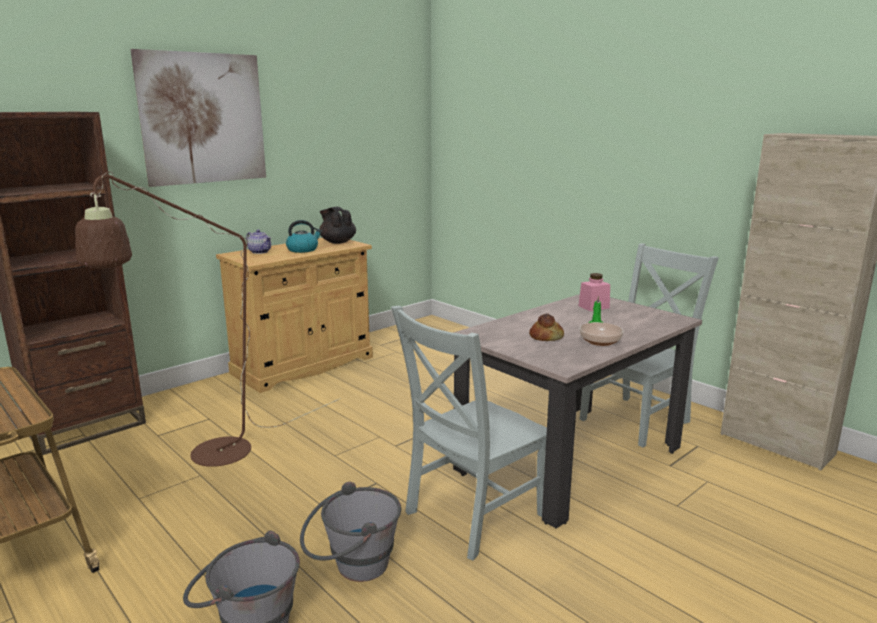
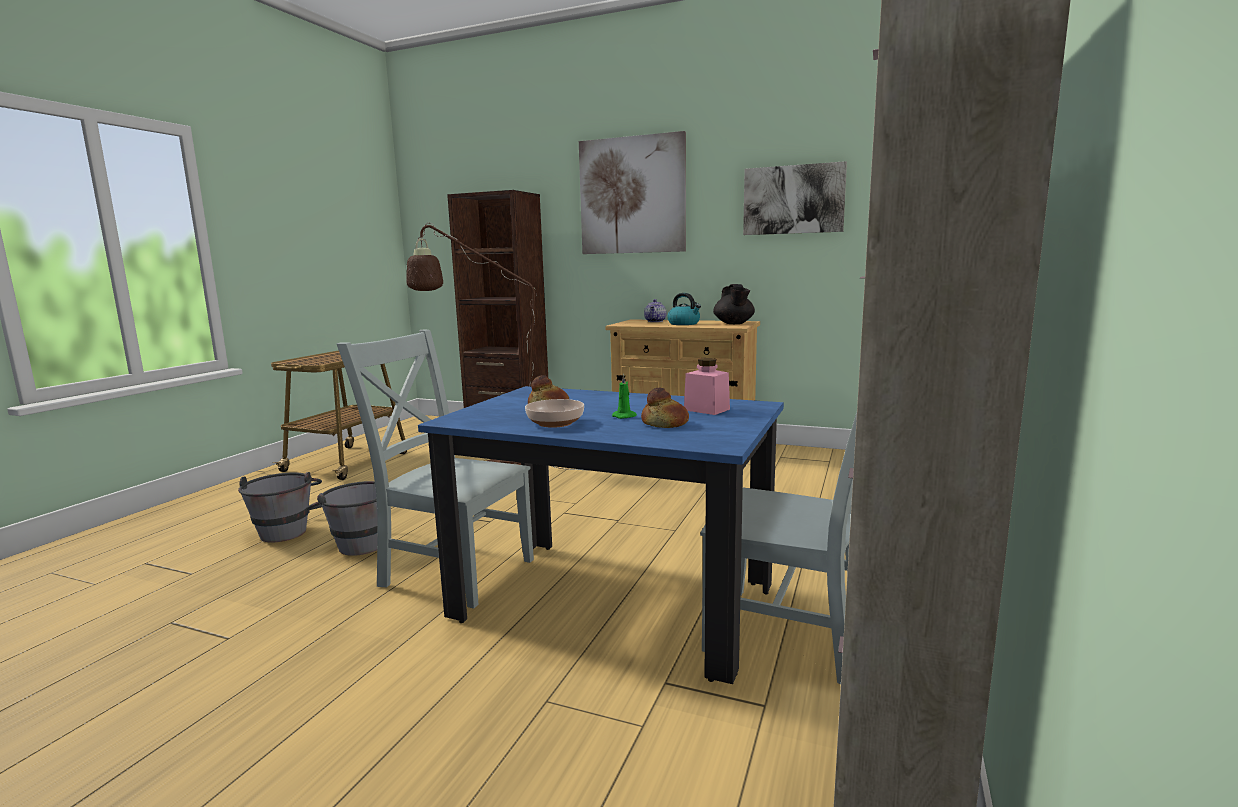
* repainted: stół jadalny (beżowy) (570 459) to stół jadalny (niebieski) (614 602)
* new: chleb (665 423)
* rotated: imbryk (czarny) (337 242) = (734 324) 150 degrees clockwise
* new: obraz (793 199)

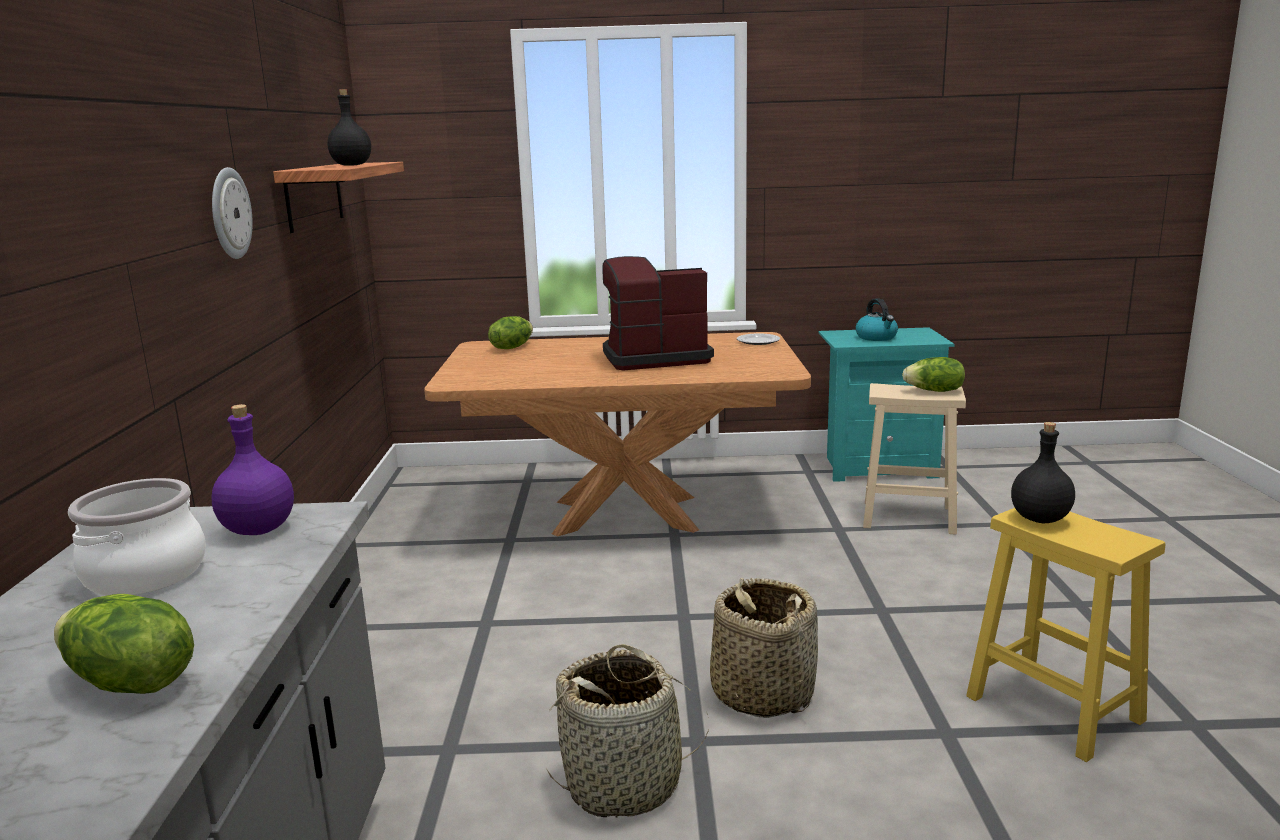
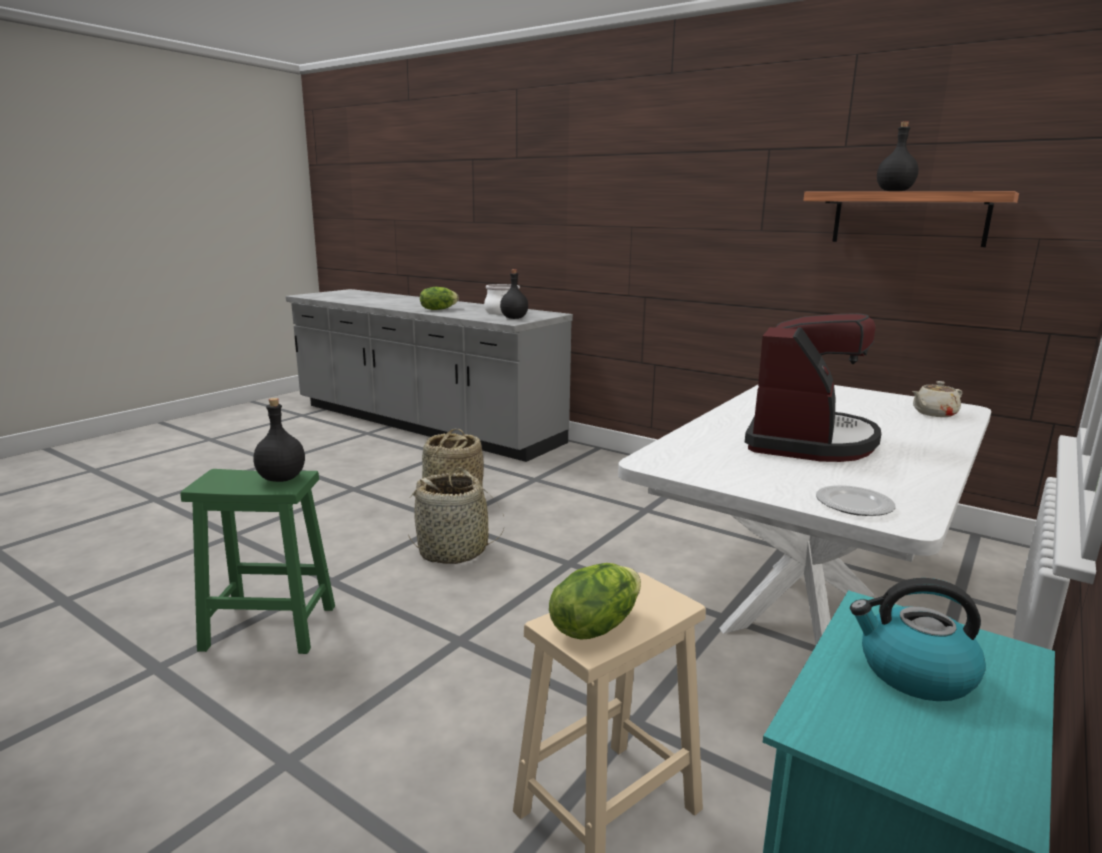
* repainted: stołek (żółty) (1056 710) to stołek (zielony) (267 628)
* repainted: butelka (fioletowy) (259 530) to butelka (czarny) (513 318)
* repainted: stół jadalny (brązowy) (624 515) to stół jadalny (biały) (802 611)
* swapped: sałata (511 347) to imbryk (beżowy) (933 413)
* gone: zegar ścienny (229 213)

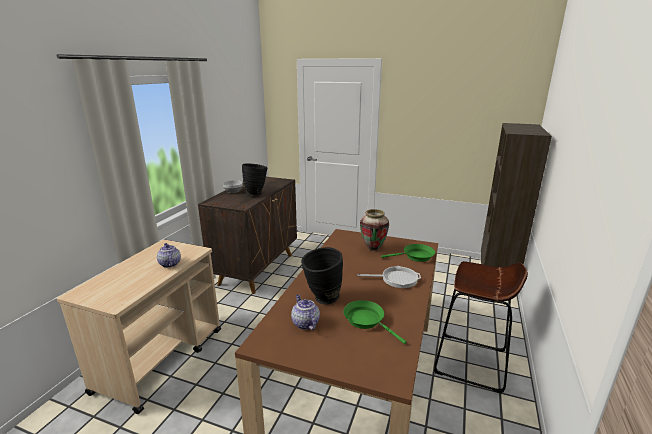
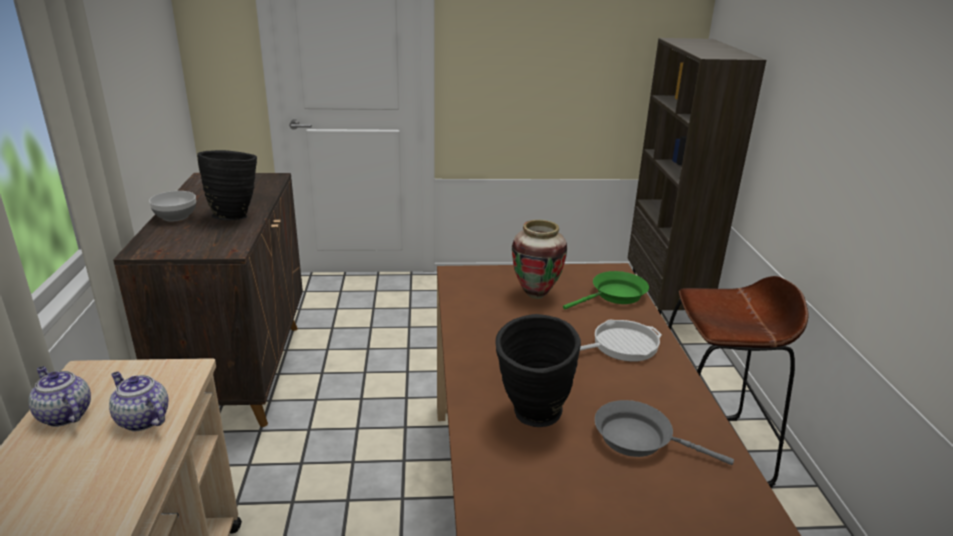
* shifted: imbryk (305 323) to (64 415)
* repainted: patelnia (zielony) (366 321) to patelnia (szary) (639 439)

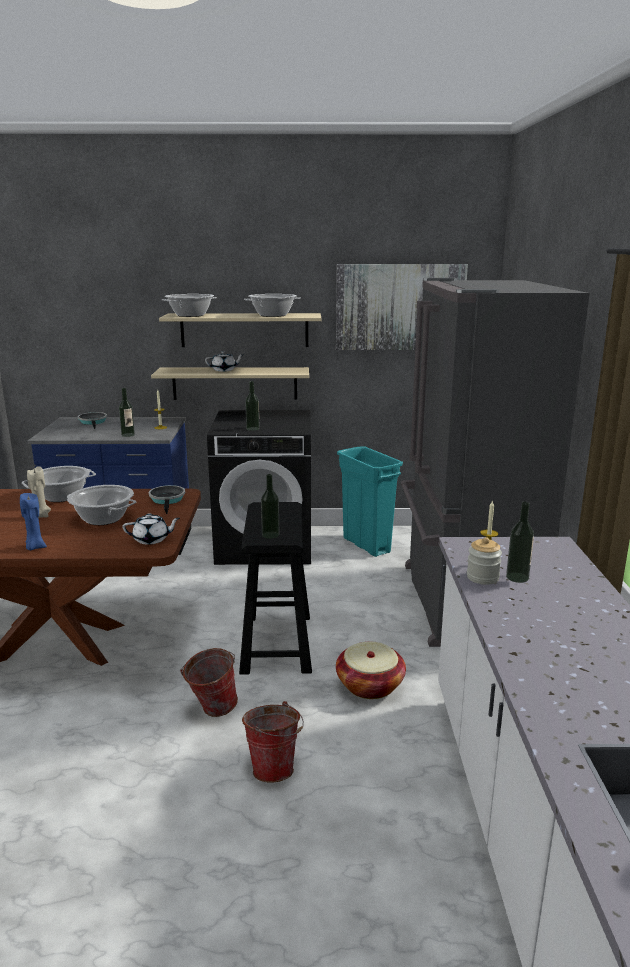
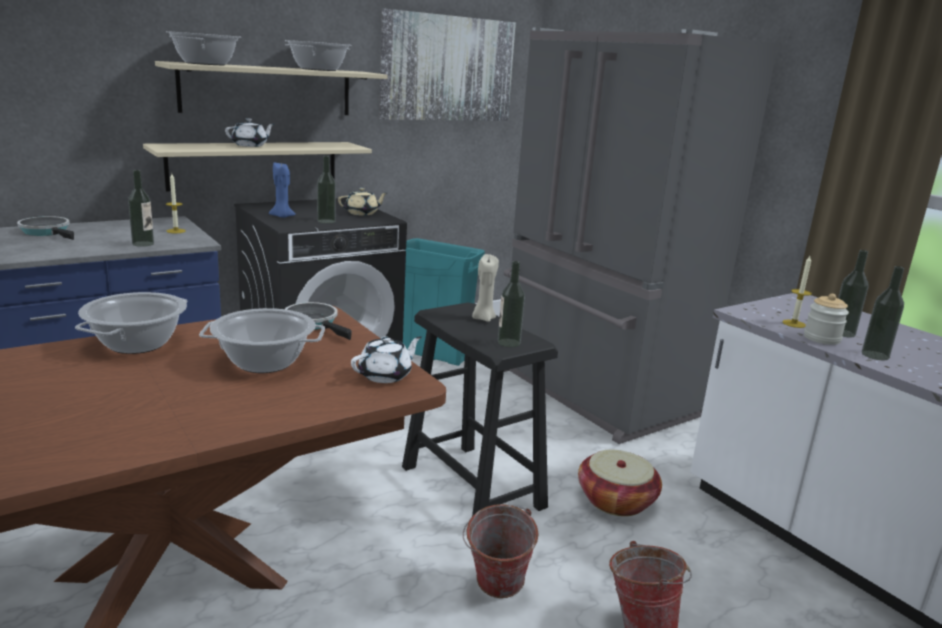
* shifted: świeca (niebieski) (35 547) to (282 216)
* new: imbryk (beżowy) (362 213)
* shifted: świeca (beżowy) (40 516) to (483 318)
* new: butelka (875 355)

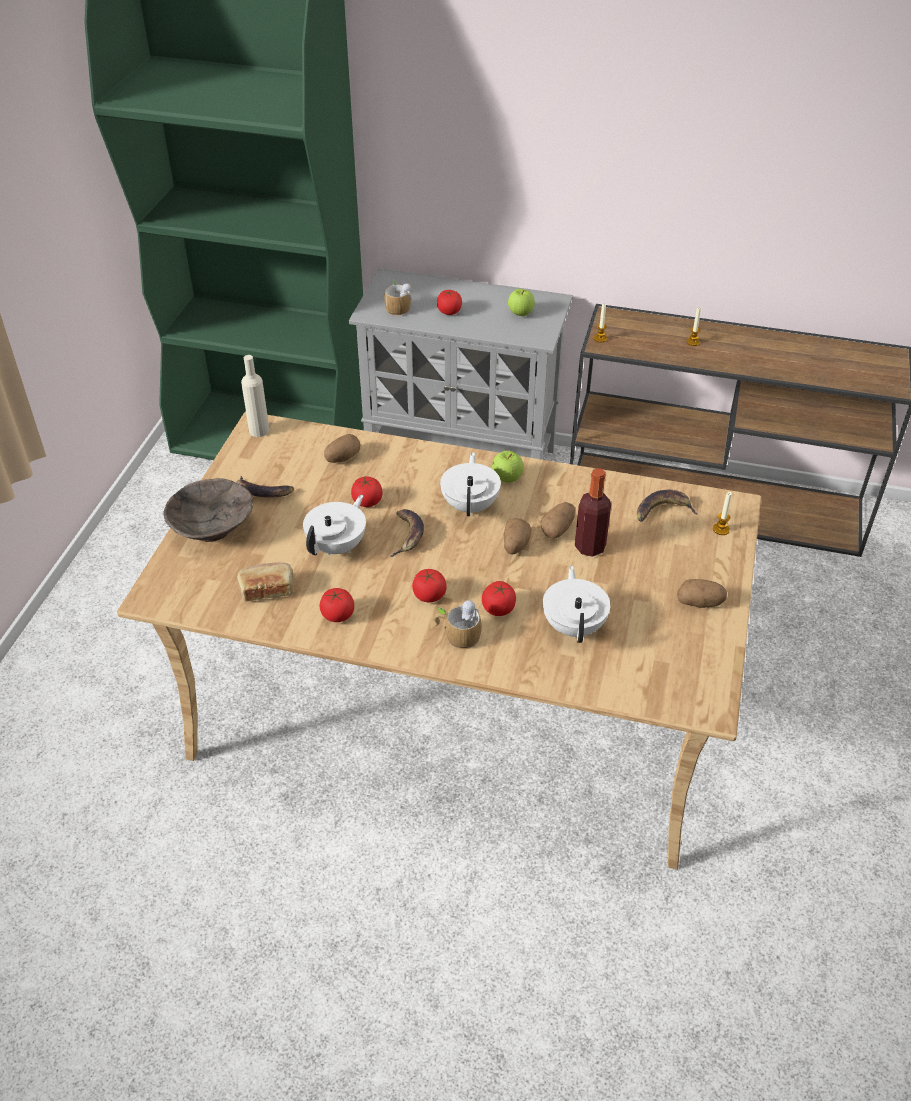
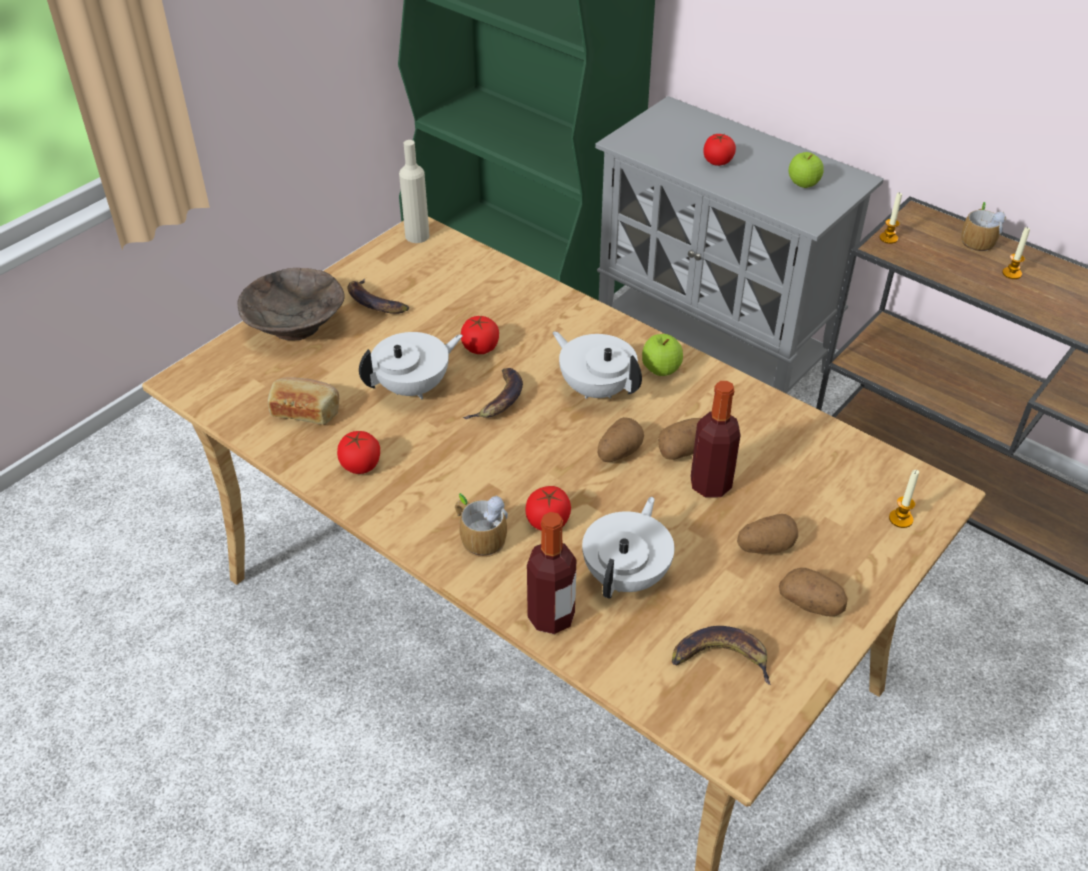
* new: butelka (551 617)
* rotated: imbryk (biały) (470 505) = (596 388) 75 degrees counterclockwise
* shifted: banan (663 510) to (721 658)
* shifted: ziemniak (342 458) to (765 547)
* shifted: kubek (397 306) to (977 239)
* gone: pomidor (429 595)

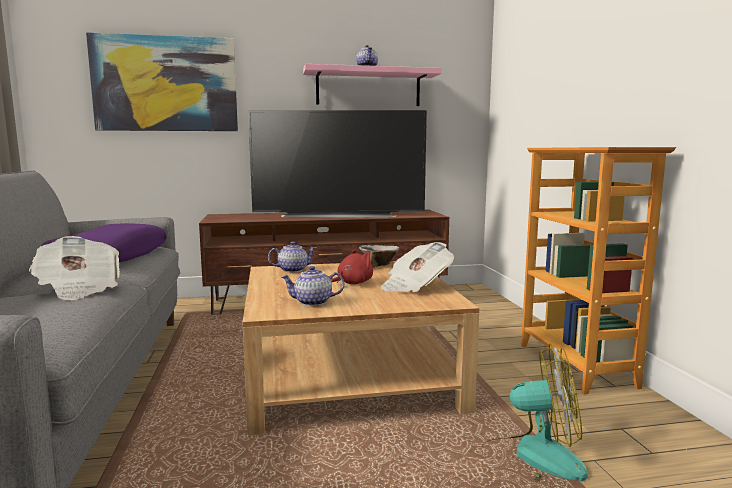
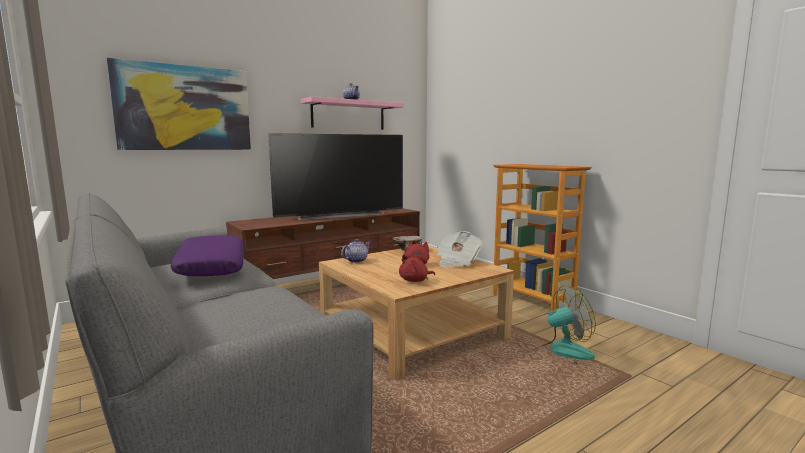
* swapped: imbryk (312 302) to pluszak (czerwony) (415 281)
* gone: gazeta (79 289)

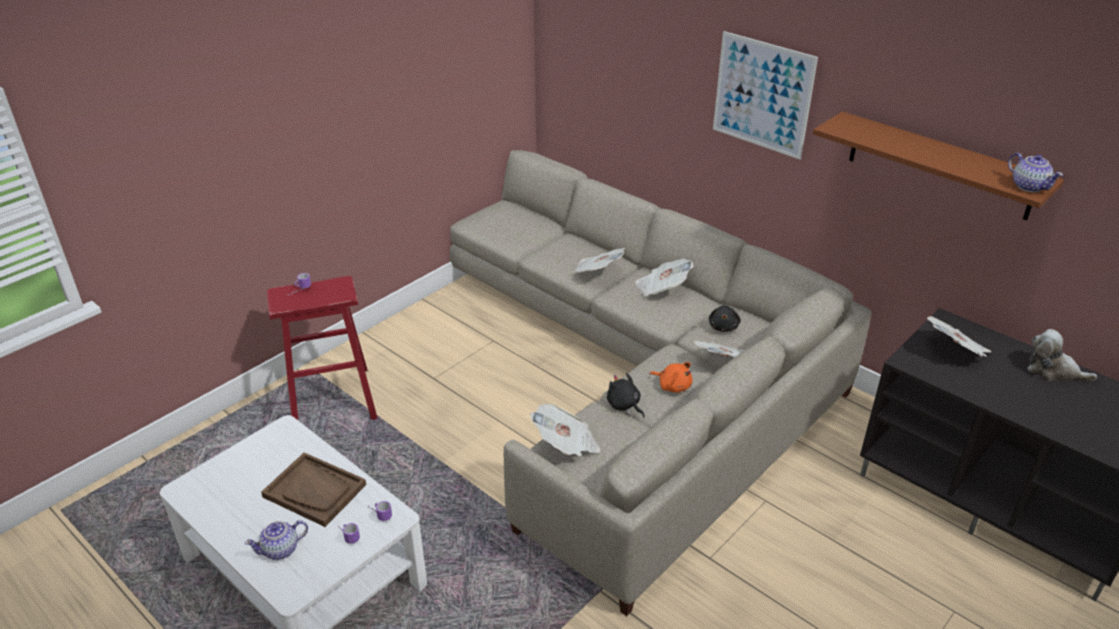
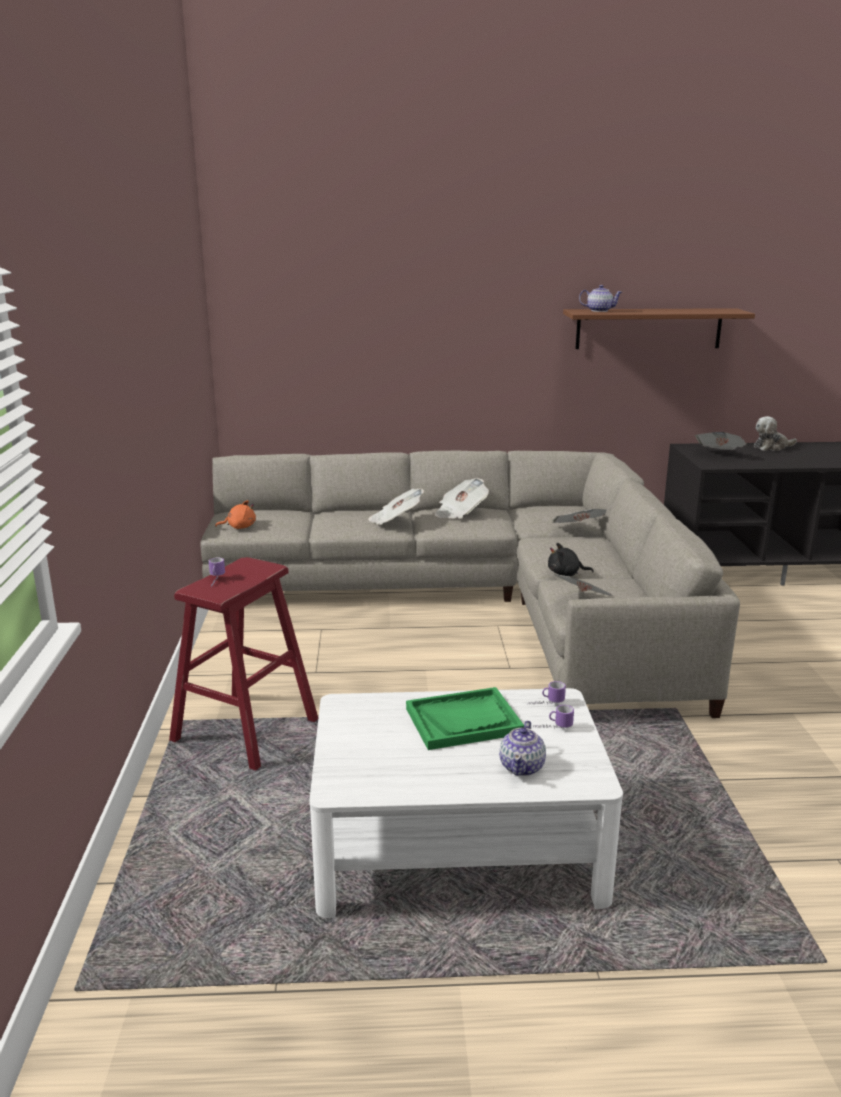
* shifted: pluszak (pomarańczowy) (673 386) to (239 527)
* repainted: taca (brązowy) (315 491) to taca (zielony) (463 721)
* shifted: imbryk (1028 186) to (599 310)
* gone: pluszak (czarny) (723 327)
* gone: obraz (762 95)

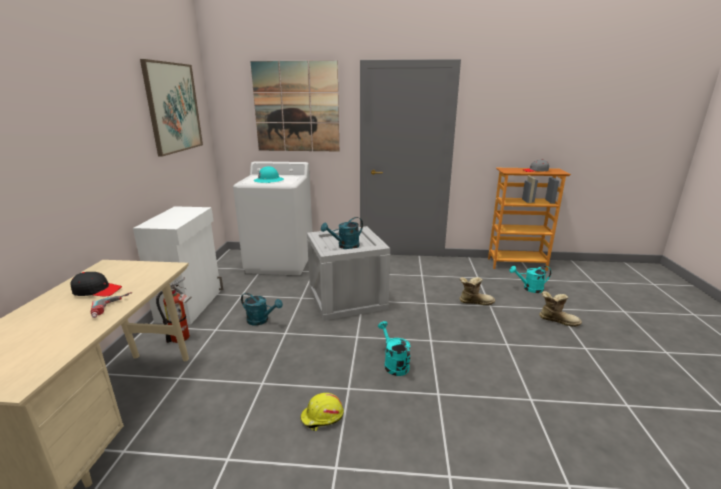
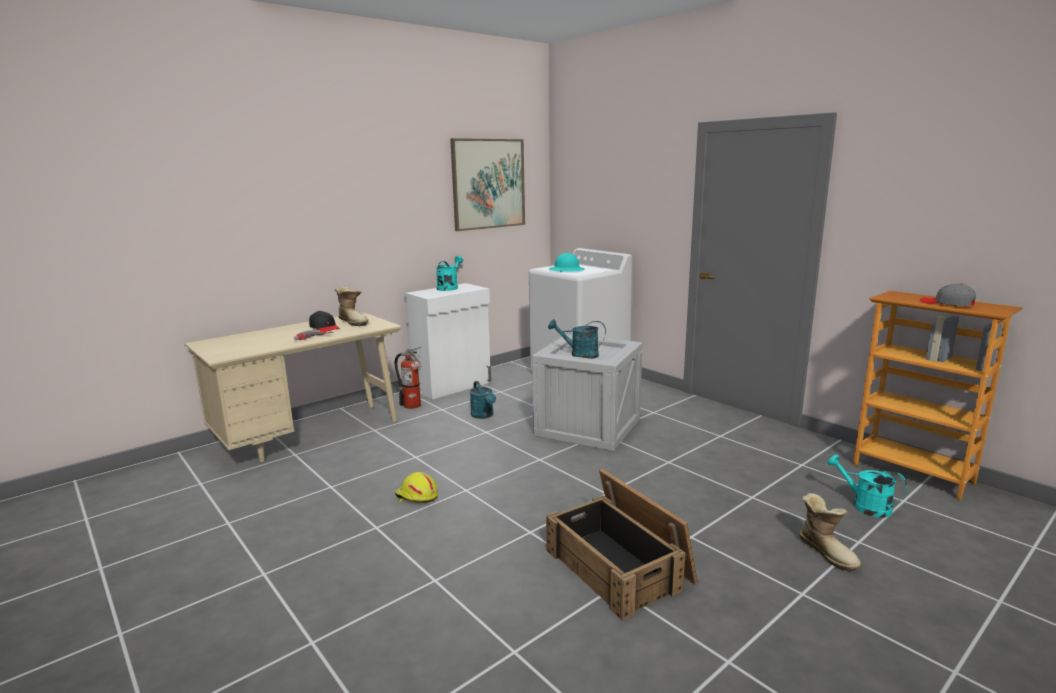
* shifted: but z cholewką (474 302) to (354 322)
* shifted: konewka (turkusowy) (394 364) to (449 287)
* new: skrzynka (620 565)
* gone: obraz (296 107)

